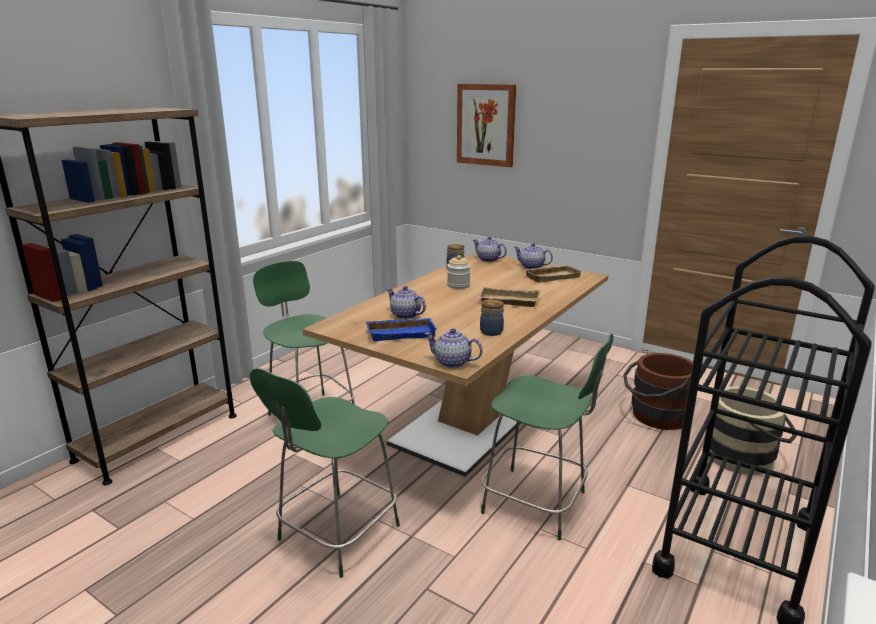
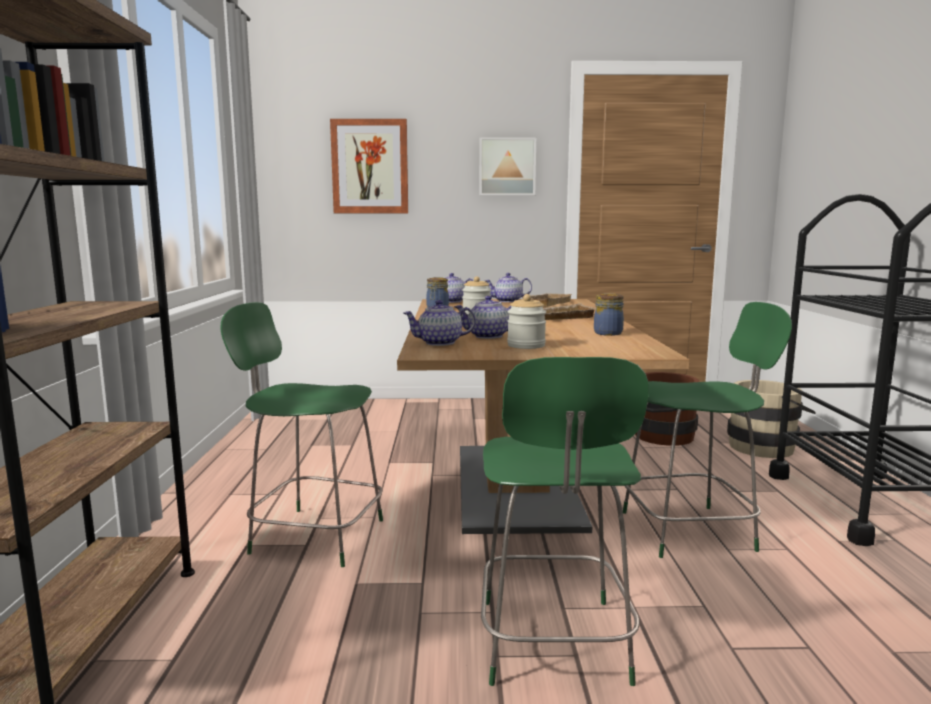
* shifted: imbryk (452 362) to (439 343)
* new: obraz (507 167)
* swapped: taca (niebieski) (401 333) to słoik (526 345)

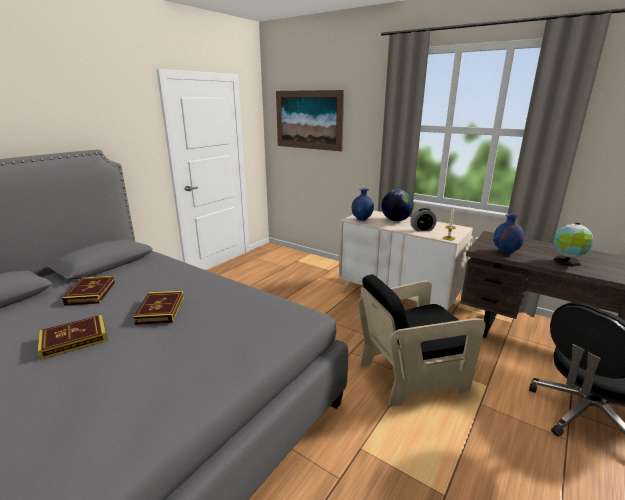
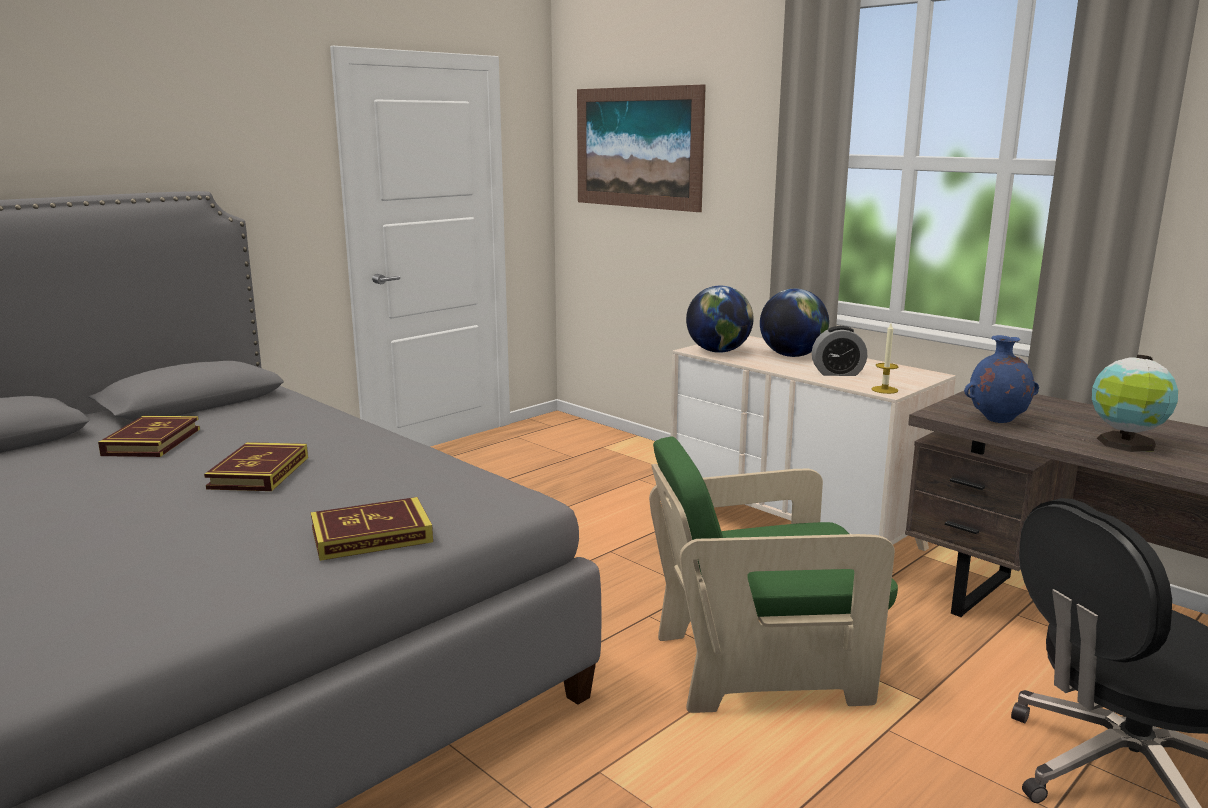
* shifted: książka (74 339) to (371 535)
* repainted: fotel (czarny) (411 374) to fotel (zielony) (761 665)
* swapped: wazon (niebieski) (361 219) to globus (718 351)

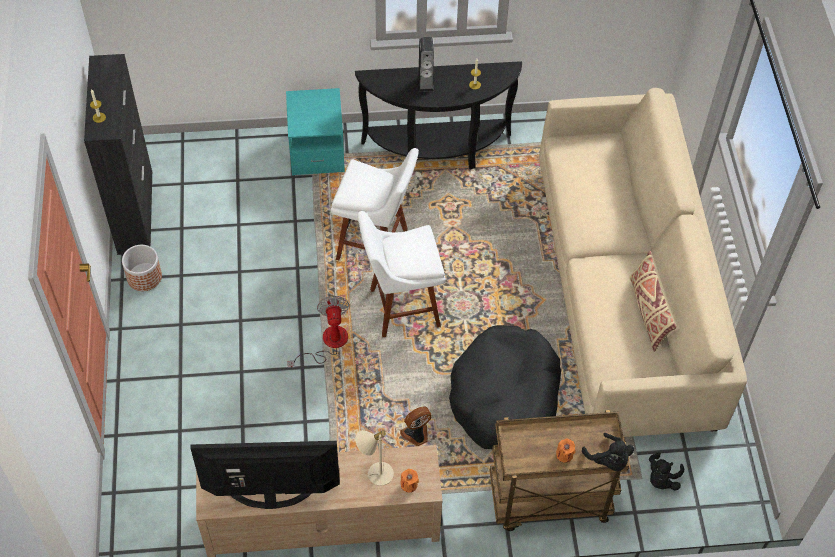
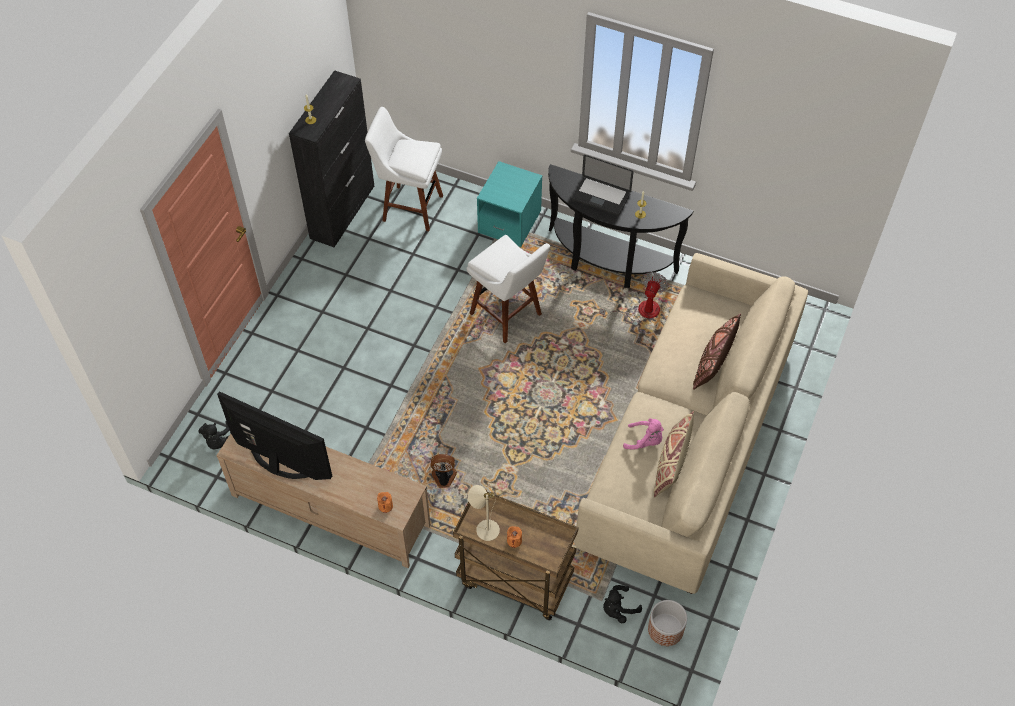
* shifted: pluszak (czarny) (609 460) to (218 441)
* shifted: stołek (biały) (400 308) to (409 207)
* shifted: lampa stołowa (beżowy) (375 472) to (484 527)
* swapped: głośnik (425 83) to laptop (600 196)
* shifted: wentylator (327 343) to (640 311)
* new: pluszak (różowy) (645 441)
* shifted: donica (144 277) to (665 629)
* new: poduszka (brązowy) (714 361)
* gone: legowisko (czarny) (505 397)

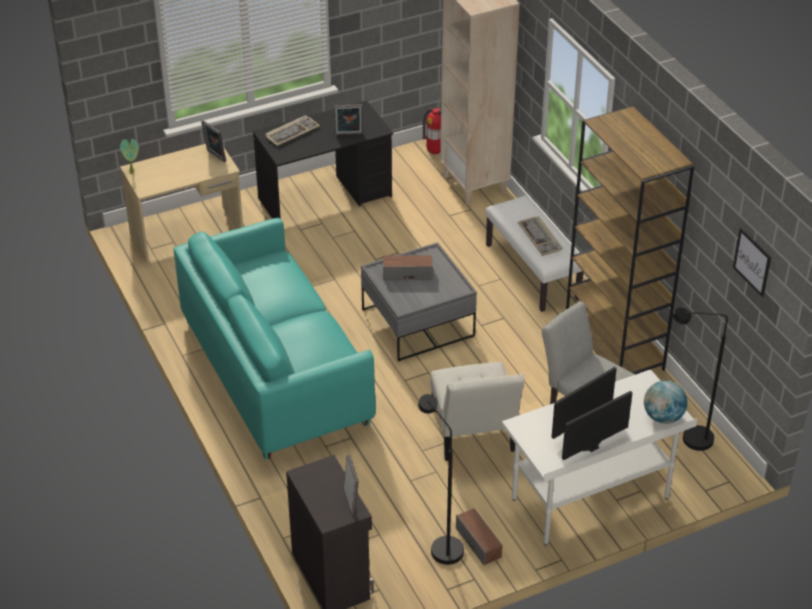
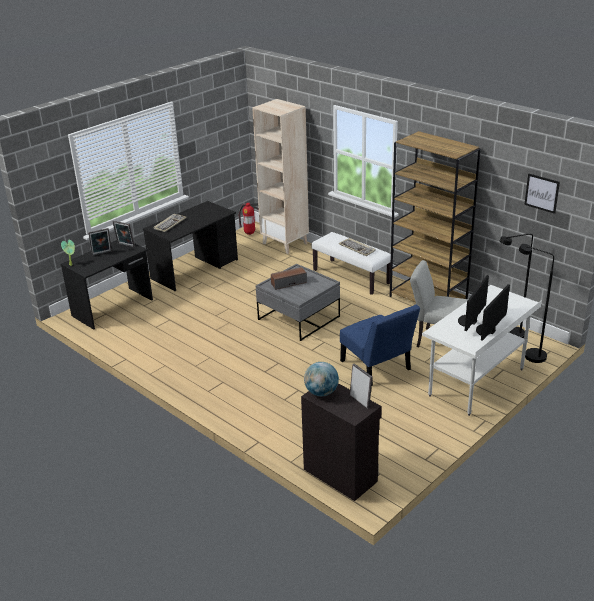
* repainted: biurko (beżowy) (187 235) to biurko (czarny) (113 308)
* shifted: ramka na zdjęcie (348 135) to (102 254)
* shifted: globus (663 417) to (321 392)
* repainted: krzesło (biały) (473 435) to krzesło (niebieski) (377 367)
* shifted: lampa stojąca (czarny) (441 545) to (529 355)
* gone: kanapa (turkusowy) (274 371)
* gone: głośnik (478 542)

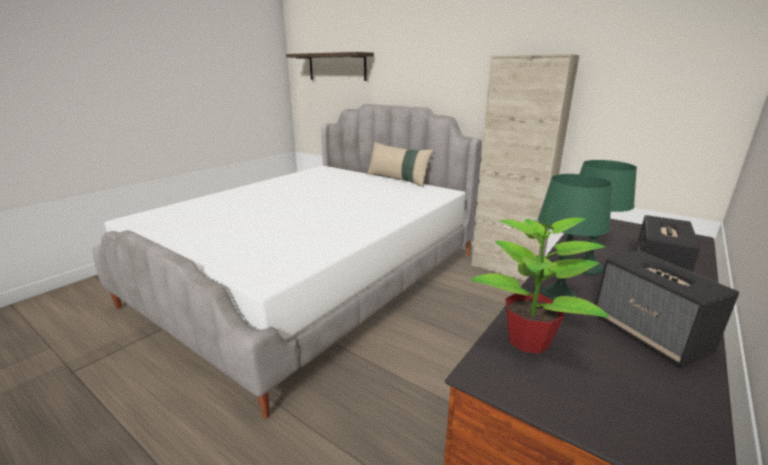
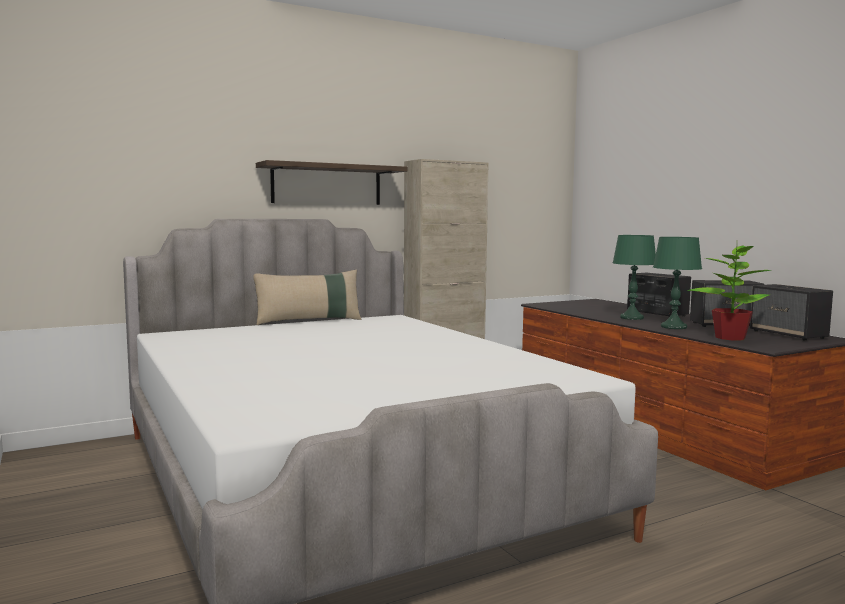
* shifted: półka (337 67) to (327 184)
* new: głośnik (788 334)

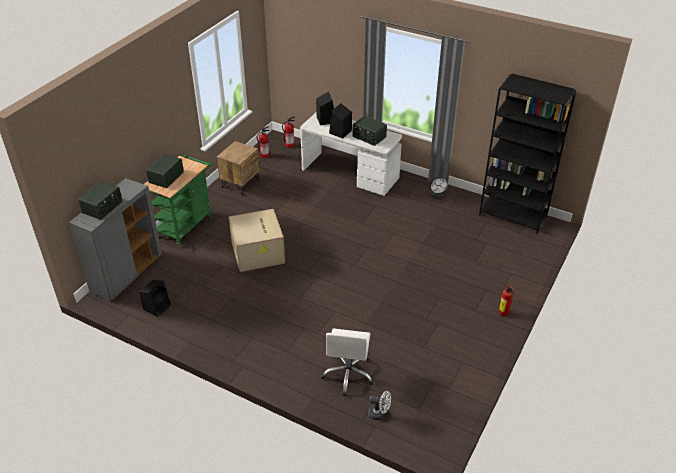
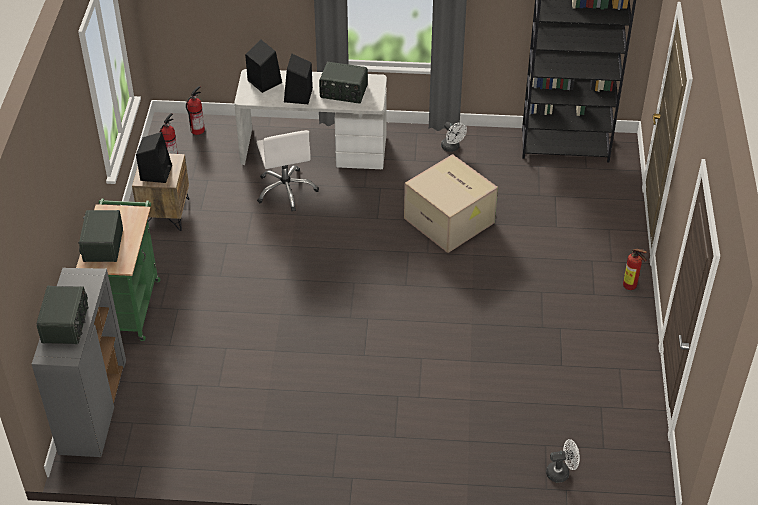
* shifted: głośnik (czarny) (157 306) to (156 172)
* shifted: krzesło biurowe (biały) (348 374) to (286 190)
* shifted: karton (258 253) to (450 220)

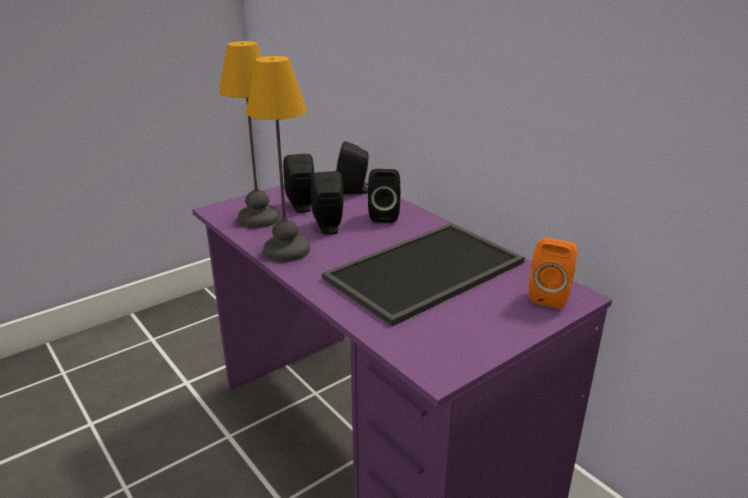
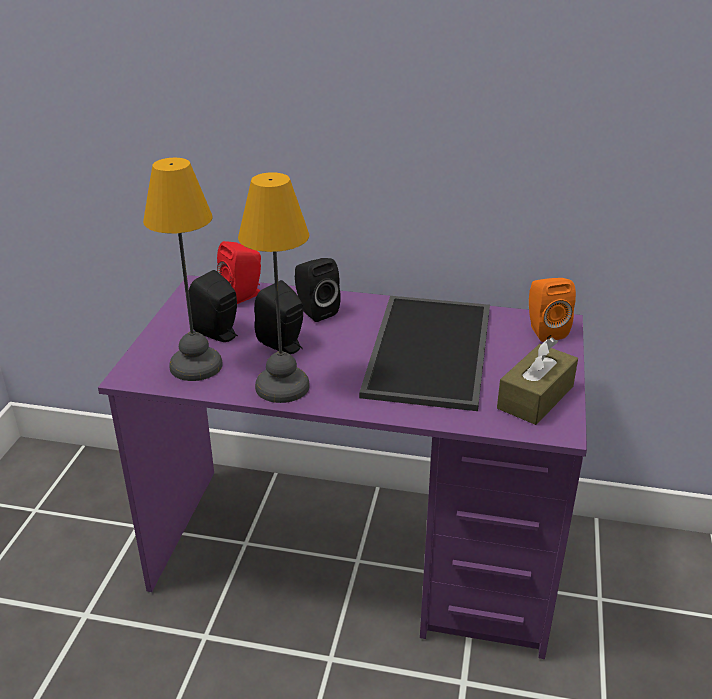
* repainted: głośnik (czarny) (354 191) to głośnik (czerwony) (244 295)
* new: pudełko chusteczek (brązowy) (535 397)

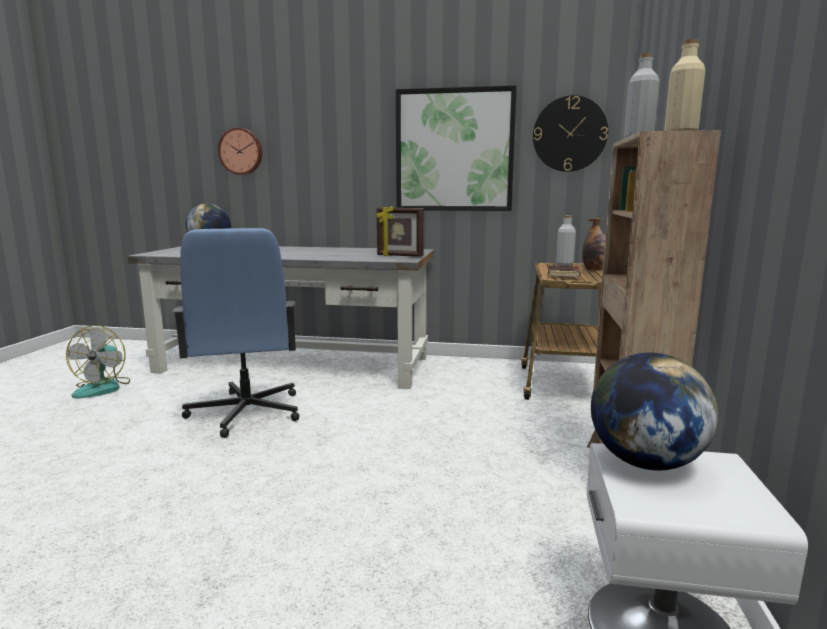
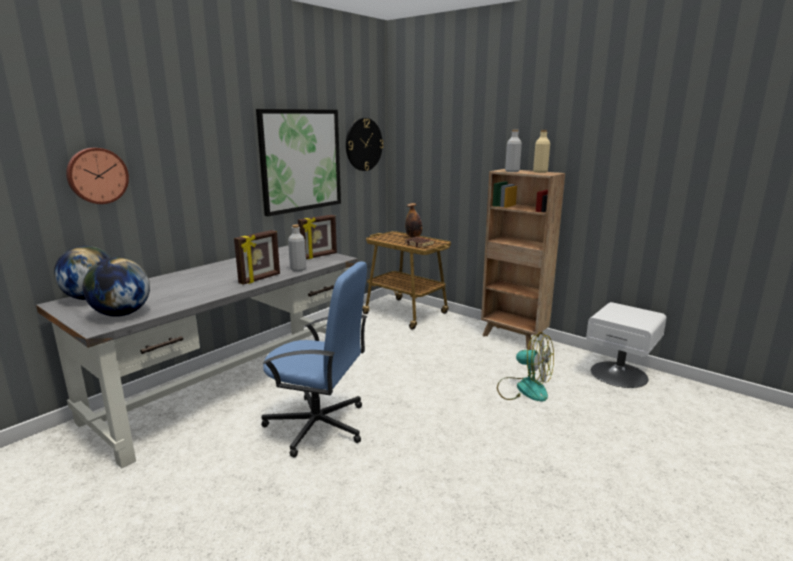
* shifted: globus (645 462) to (122 314)
* new: ramka na zdjęcie (260 279)
* shifted: butelka (szary) (564 264) to (298 269)
* shifted: wentylator (103 388) to (524 388)

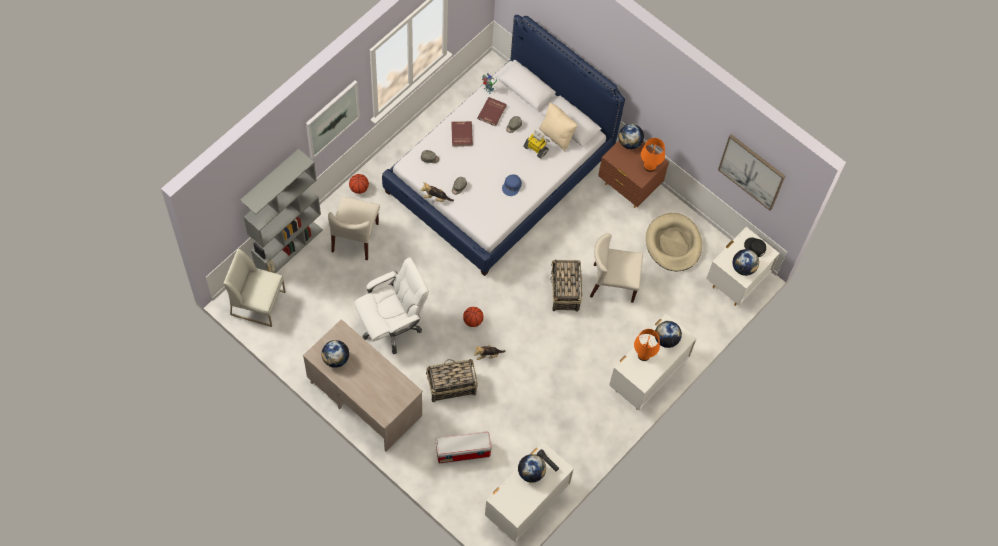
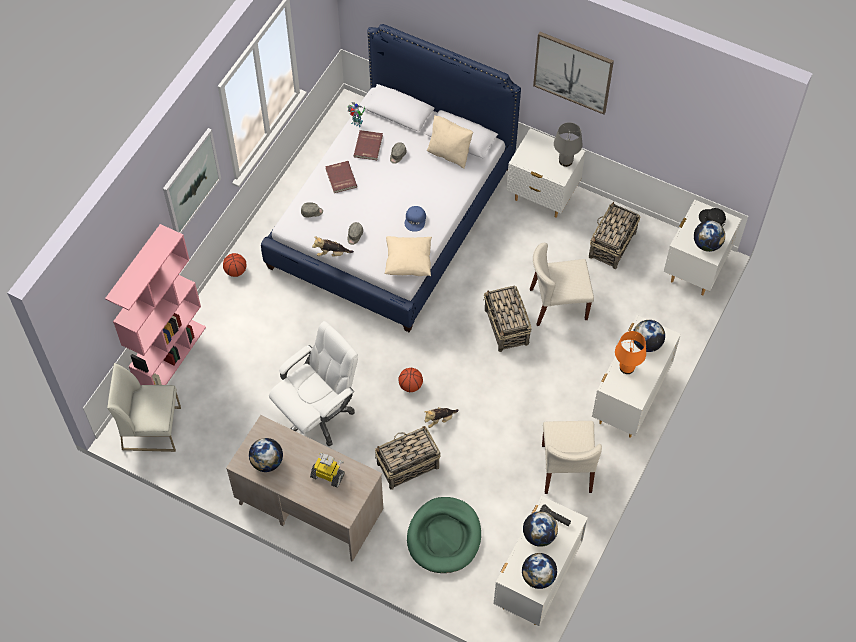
* repainted: regał (szary) (288 247) to regał (różowy) (171 356)
* shifted: robot zabawkowy (536 148) to (328 475)
* new: poduszka (beżowy) (408 263)
* swapped: pojemnik do przechowywania (463 451) to legowisko (zielony) (444 537)
* repainted: szafka nocna (brązowy) (628 187) to szafka nocna (biały) (542 197)
* shifted: globus (629 143) to (538 577)
* shifted: obraz (751 171) to (573 72)
* shifted: krzesło (beżowy) (355 238) to (566 469)
* repainted: lampa stołowa (pomarańczowy) (649 166) to lampa stołowa (szary) (565 161)
* swapped: legowisko (beżowy) (673 244) to koszyk (611 245)

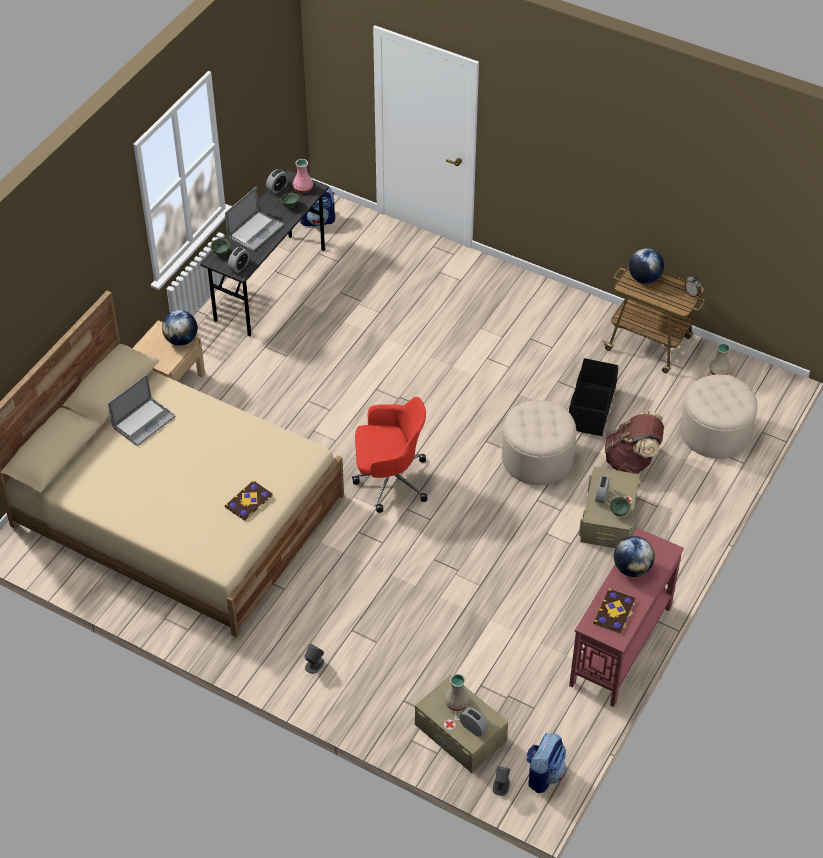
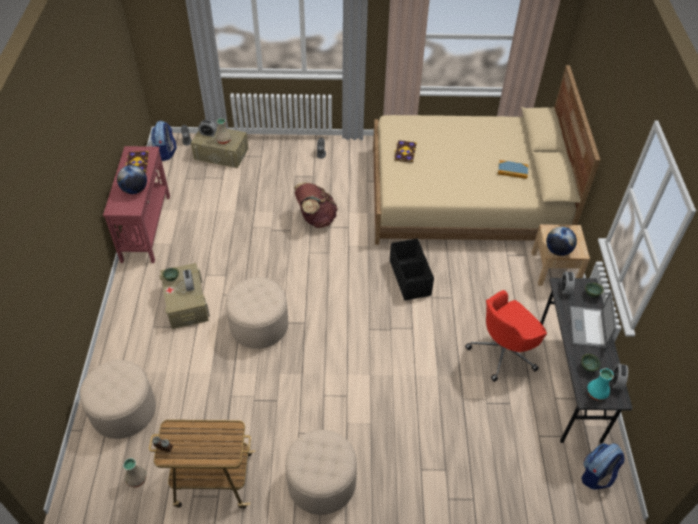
* new: pufa (beżowy) (321 482)
* shifted: plecak (brązowy) (631 461) to (316 219)
* shifted: pojemnik do przechowywania (czarny) (591 409) to (410 278)
* shifted: krzesło biurowe (czerwony) (389 480) to (503 352)
* swapped: laptop (144 422) to książka (512 171)
* repainted: wazon (różowy) (303 188) to wazon (turkusowy) (596 393)
* gone: globus (644 278)

